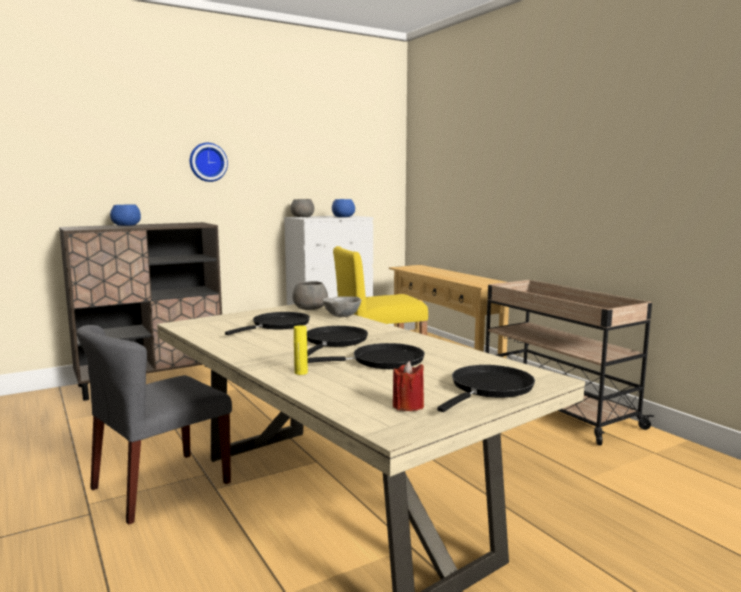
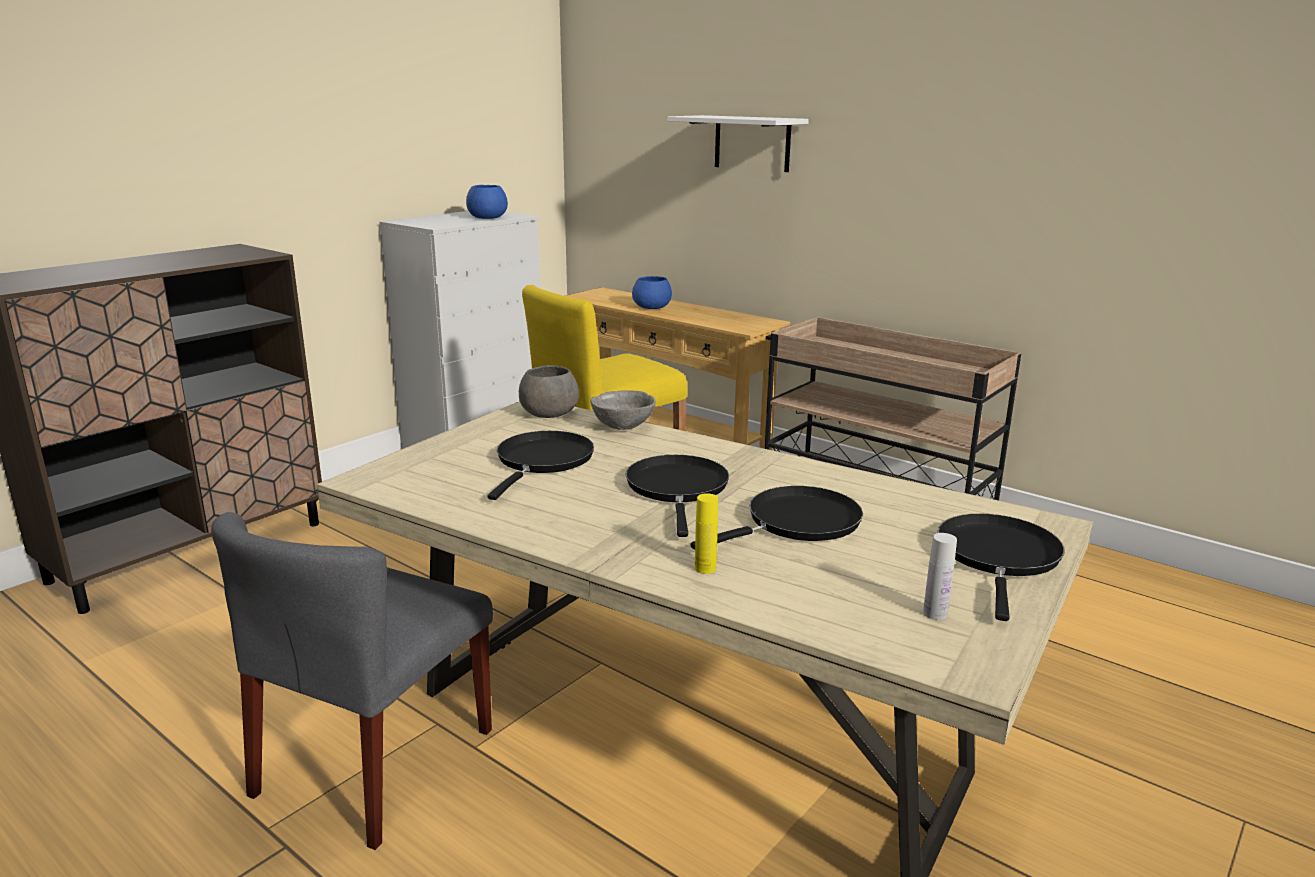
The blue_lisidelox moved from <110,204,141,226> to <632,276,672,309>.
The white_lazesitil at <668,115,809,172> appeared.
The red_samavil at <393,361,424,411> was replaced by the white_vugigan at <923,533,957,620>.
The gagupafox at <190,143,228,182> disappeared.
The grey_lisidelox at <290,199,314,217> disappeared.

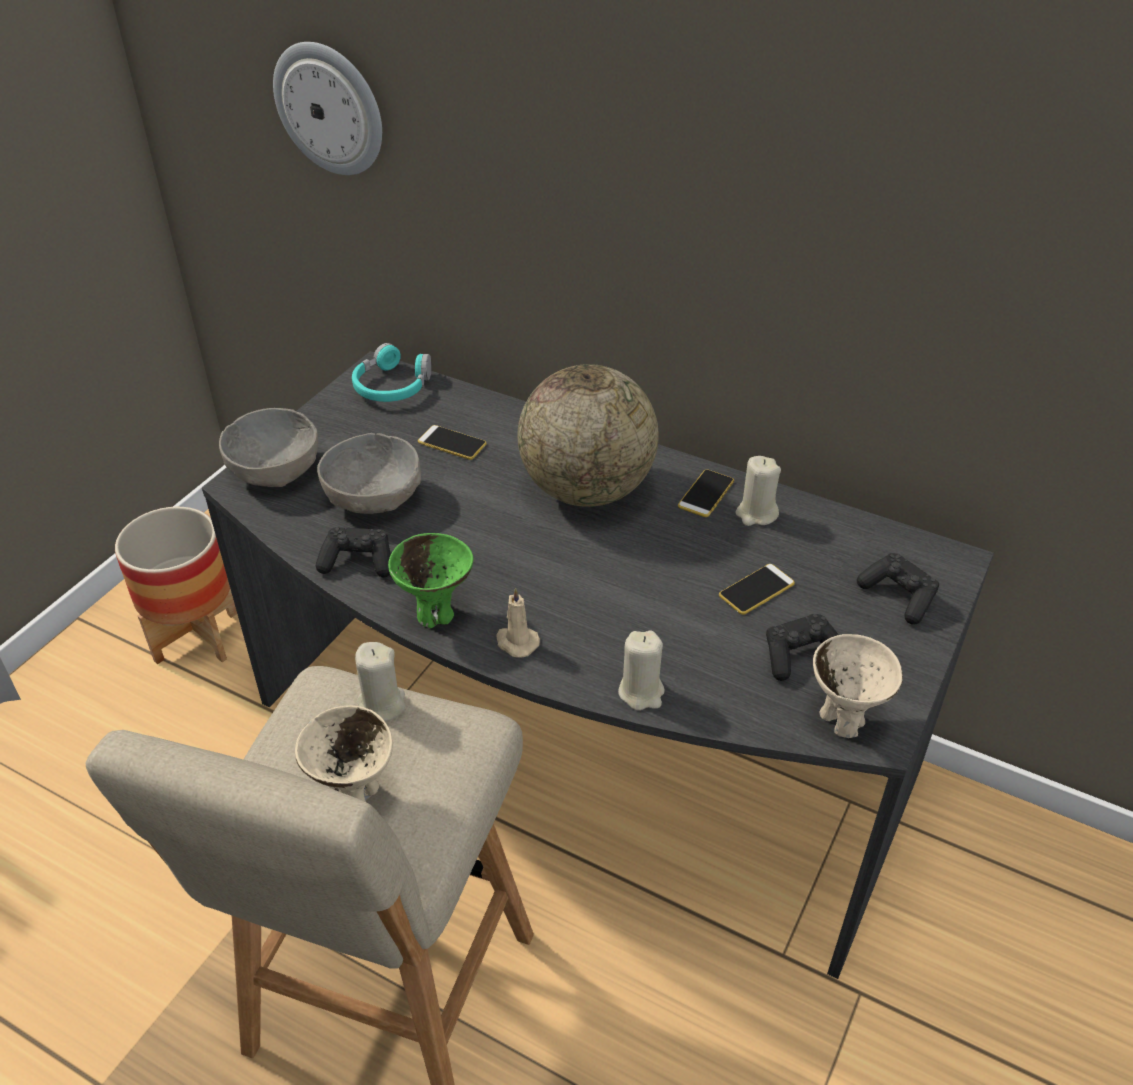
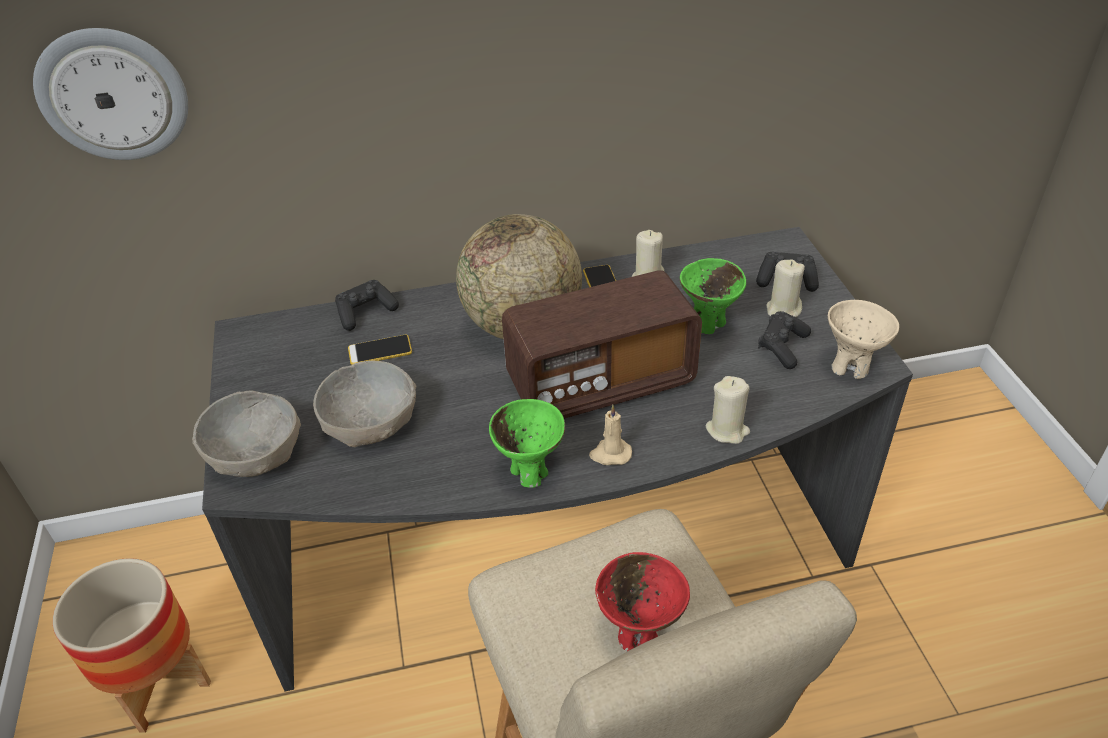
The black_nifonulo moved from <316,527,391,577> to <335,280,399,331>.
The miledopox at <502,270,702,419> appeared.
The beige_lisidelox at <295,705,393,802> became the red_lisidelox at <595,552,690,651>.
The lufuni at <719,564,795,615> was replaced by the green_lisidelox at <680,258,746,334>.
The beige_samavil moved from <355,642,405,721> to <766,259,805,317>.
The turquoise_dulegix at <352,343,432,402> disappeared.

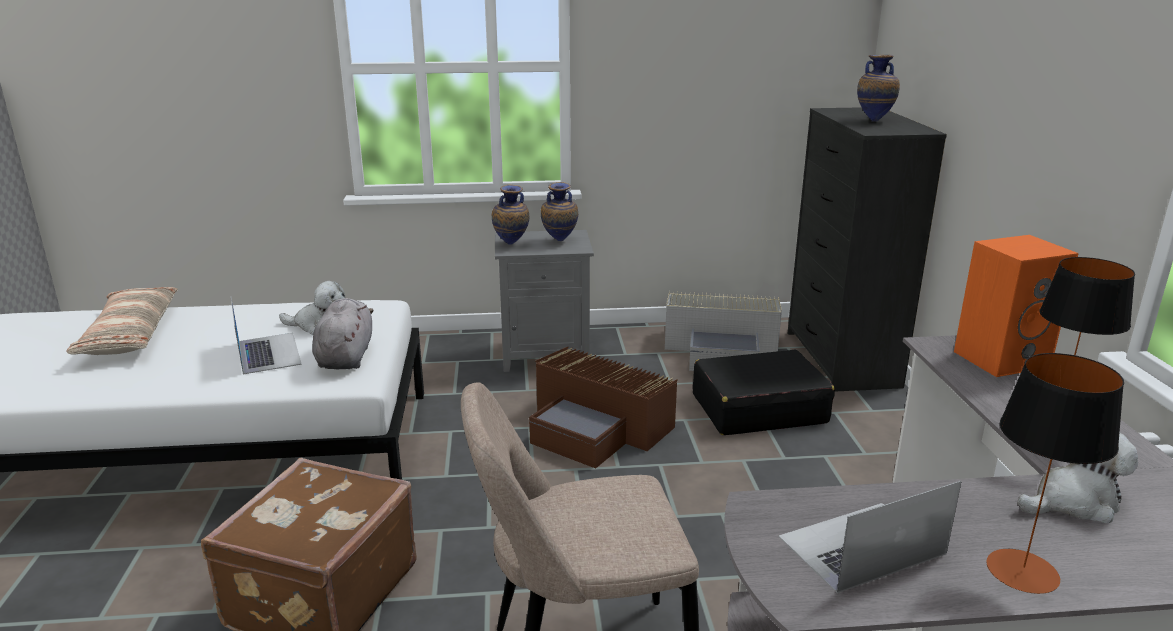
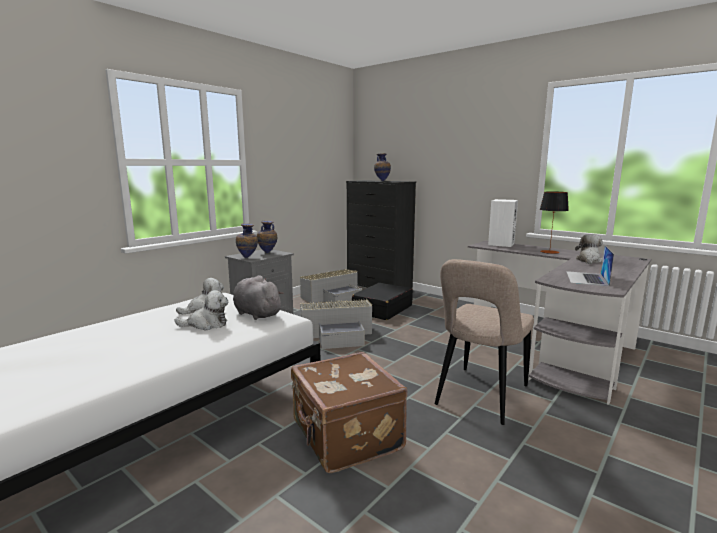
The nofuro at <231,297,302,374> was replaced by the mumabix at <175,290,228,331>.
The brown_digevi at <529,347,678,468> became the grey_digevi at <300,299,372,349>.
The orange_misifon at <954,235,1079,377> became the white_misifon at <488,199,518,247>.
The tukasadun at <66,287,178,355> disappeared.
The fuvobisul at <986,353,1124,594> disappeared.

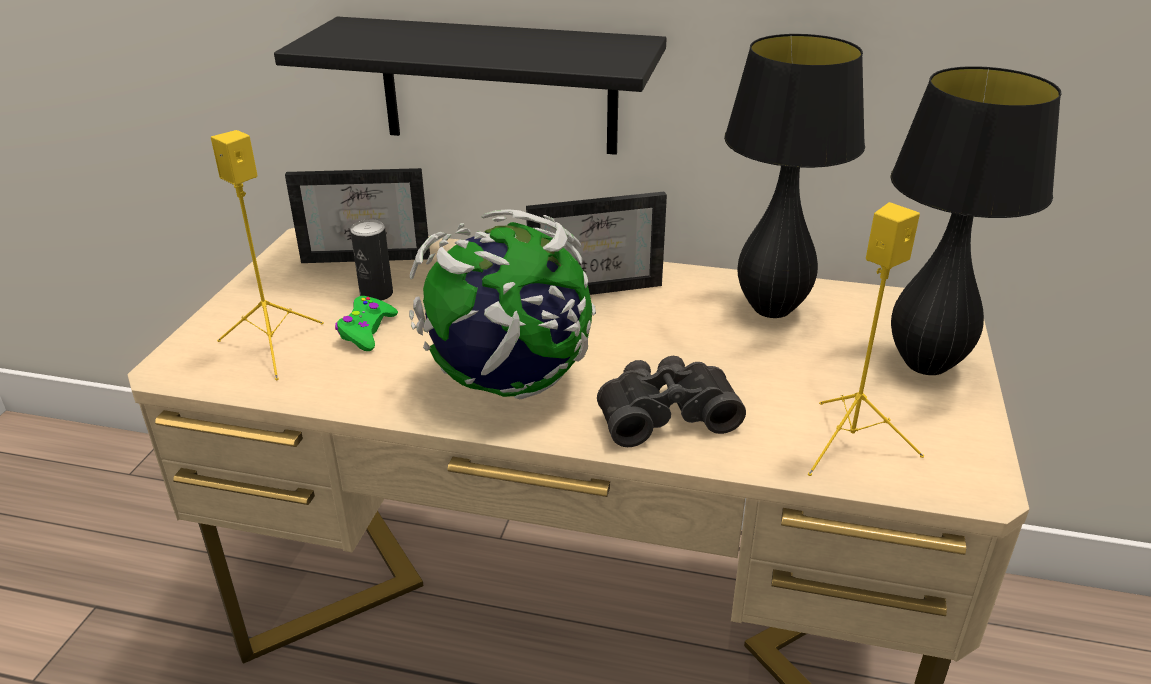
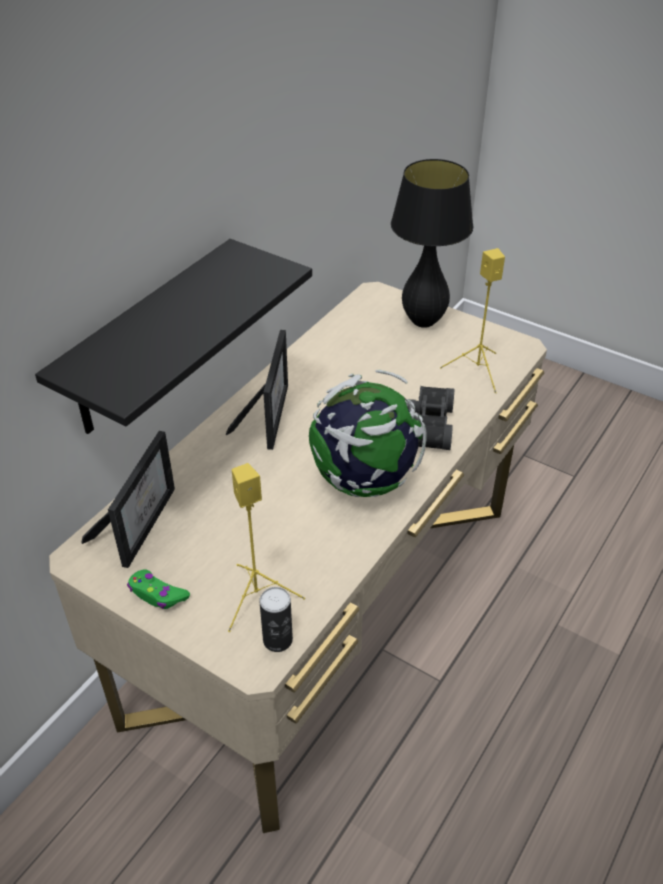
The green_nifonulo moved from <335,296,398,351> to <127,569,190,609>.
The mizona moved from <350,219,393,301> to <259,587,293,652>.
The black_fuvobisul at <724,34,865,318> disappeared.

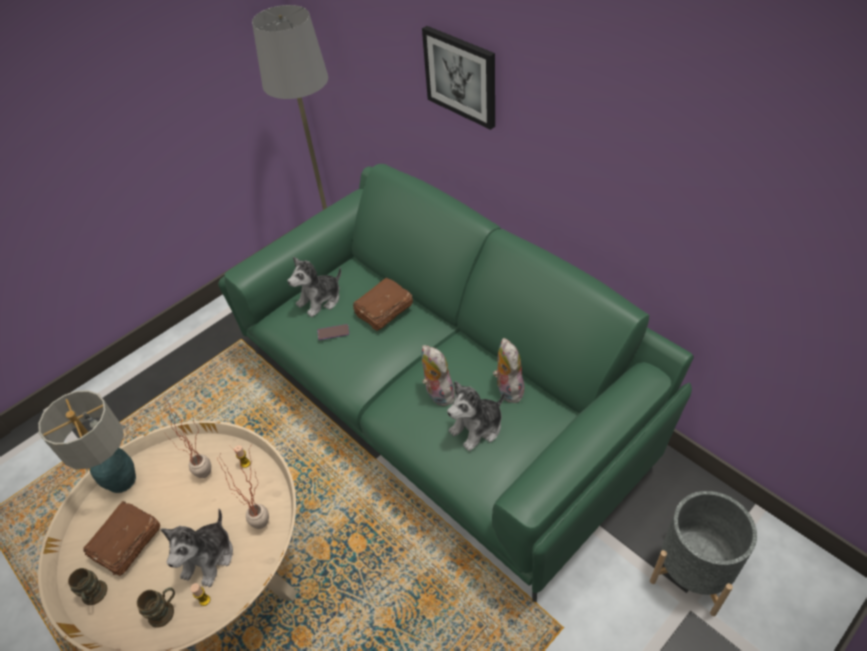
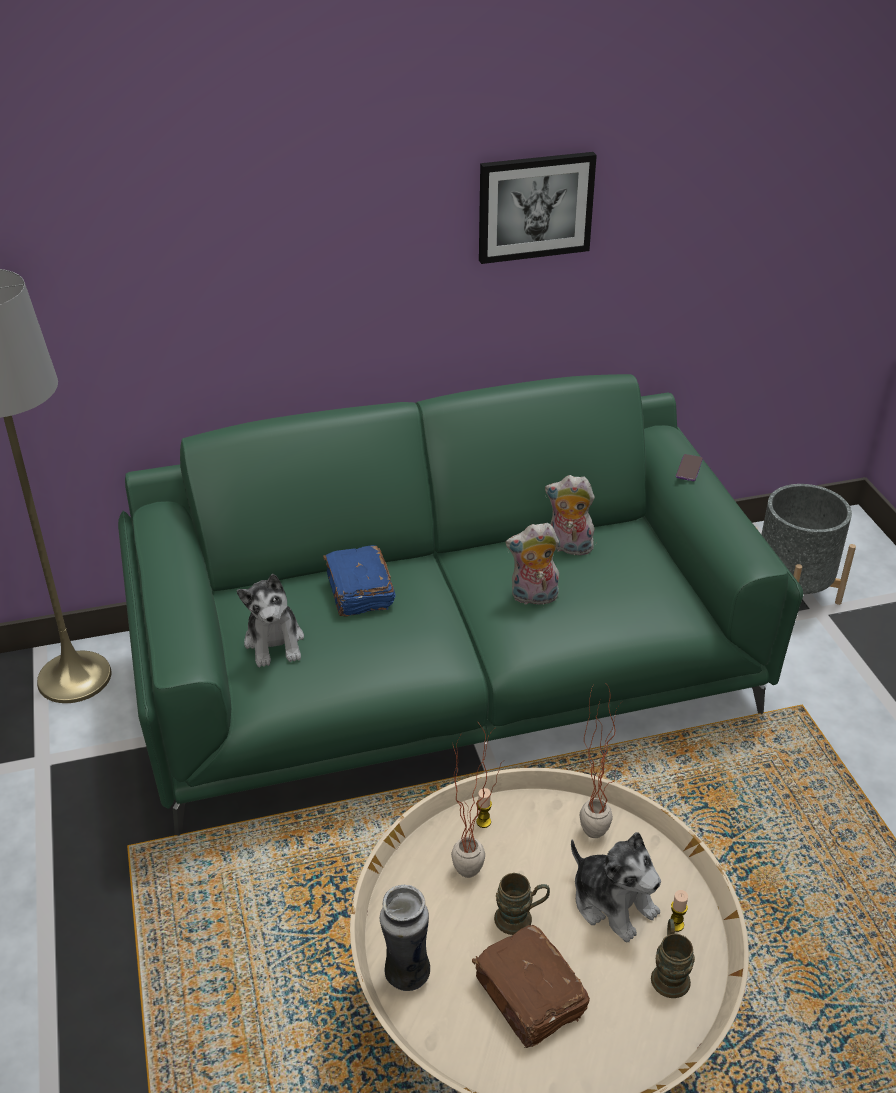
The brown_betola at <353,277,413,331> became the blue_betola at <323,545,396,617>.
The fuvobisul at <38,390,136,493> was replaced by the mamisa at <380,885,430,991>.
The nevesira moved from <422,26,495,130> to <479,152,597,264>.
The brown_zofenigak moved from <68,568,107,605> to <494,873,550,935>.
The lufuni moved from <317,324,349,340> to <676,454,703,481>.
The mumabix at <447,381,505,451> disappeared.

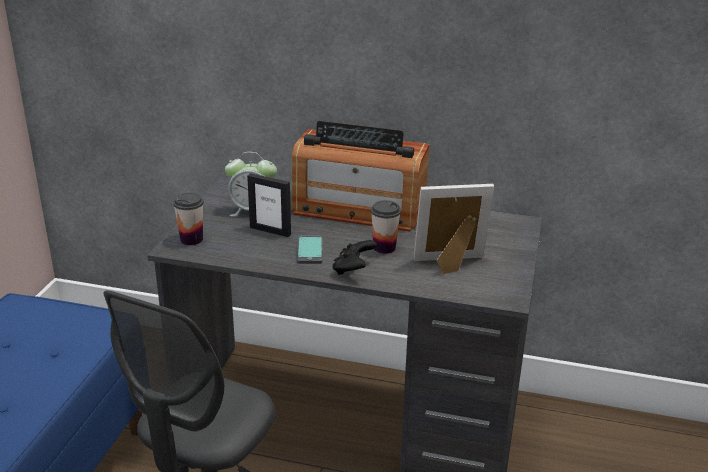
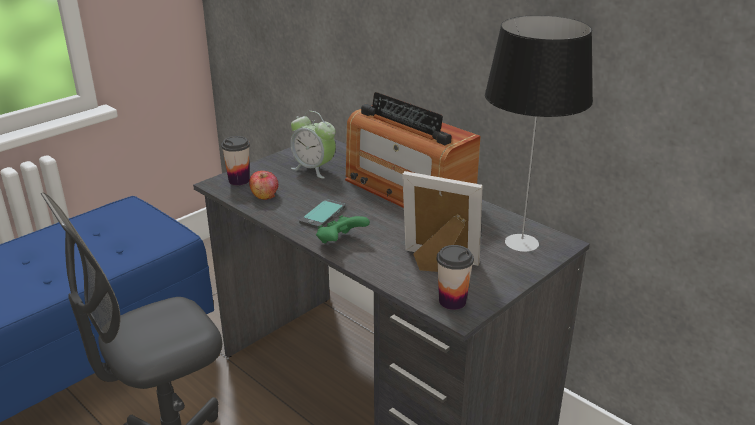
The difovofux at <249,171,278,200> appeared.
The black_nifonulo at <332,240,377,275> became the green_nifonulo at <316,215,370,244>.
The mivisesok moved from <371,200,401,254> to <436,245,474,310>.
The fuvobisul at <485,15,593,252> appeared.
The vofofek at <247,173,291,237> disappeared.

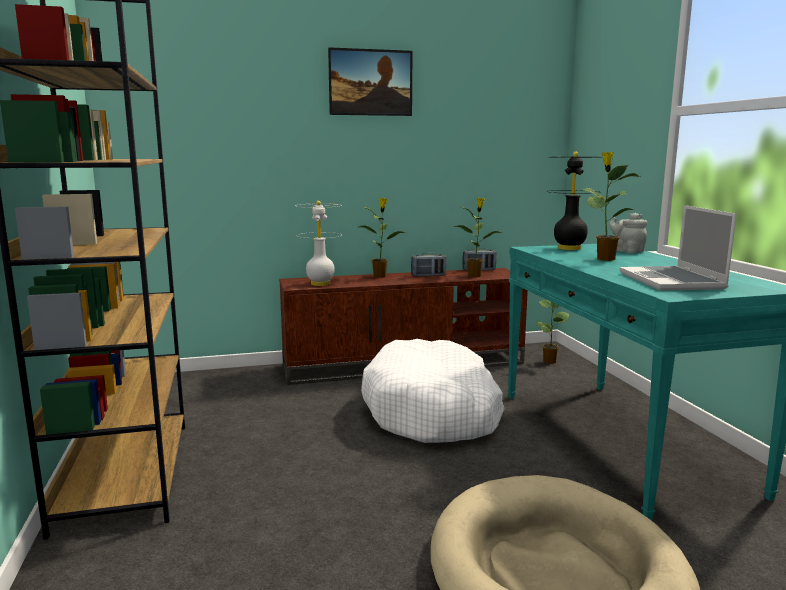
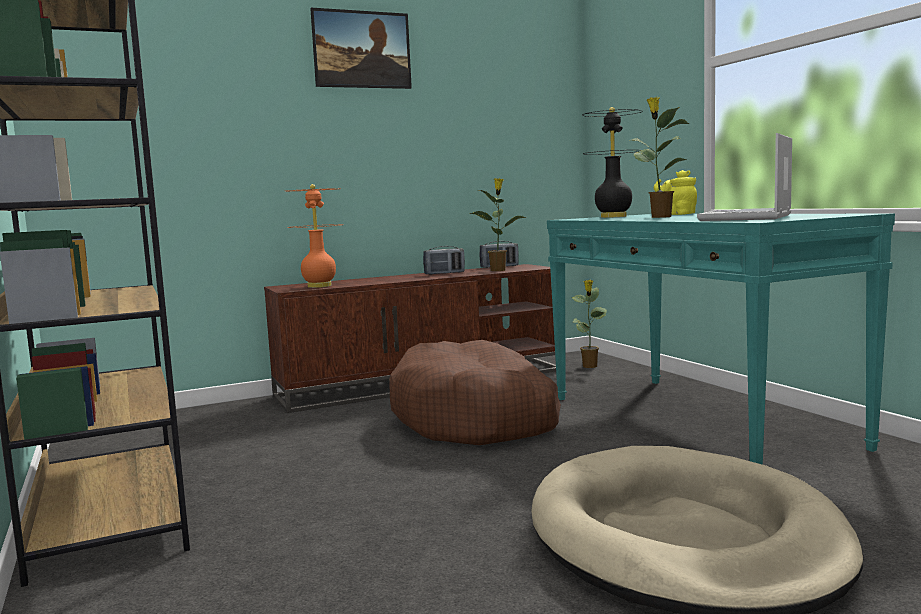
The white_fuvobisul at <296,201,342,286> became the orange_fuvobisul at <287,184,343,288>.
The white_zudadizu at <361,339,505,443> became the brown_zudadizu at <389,340,561,445>.
The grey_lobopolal at <609,213,647,253> became the yellow_lobopolal at <654,170,697,215>.
The nofuro at <619,205,737,290> turned 45 degrees clockwise.
The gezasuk at <359,198,407,278> disappeared.

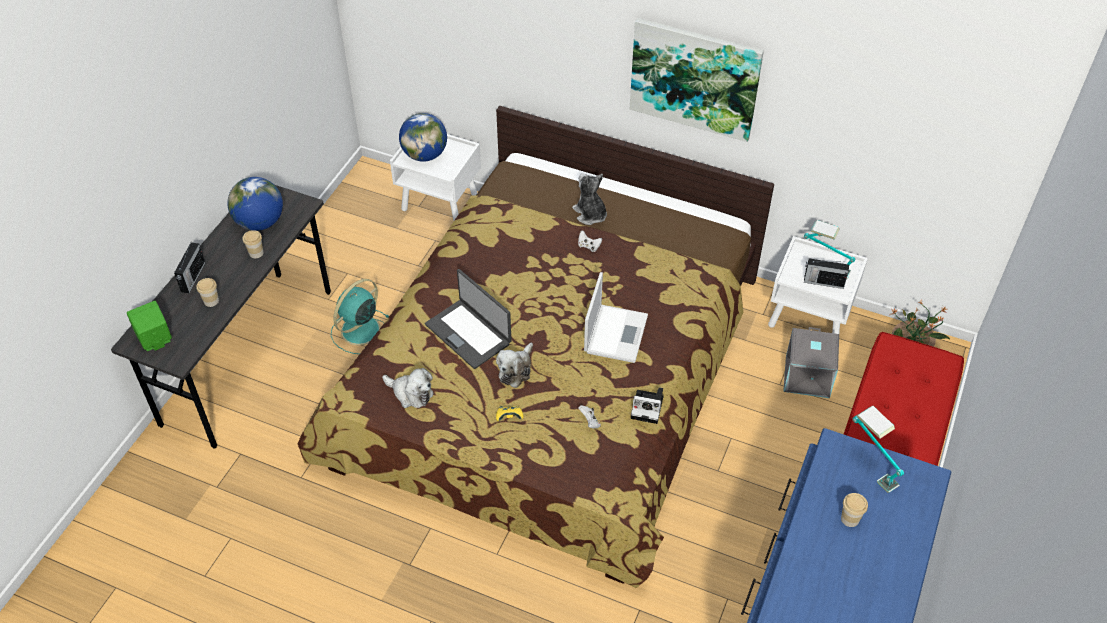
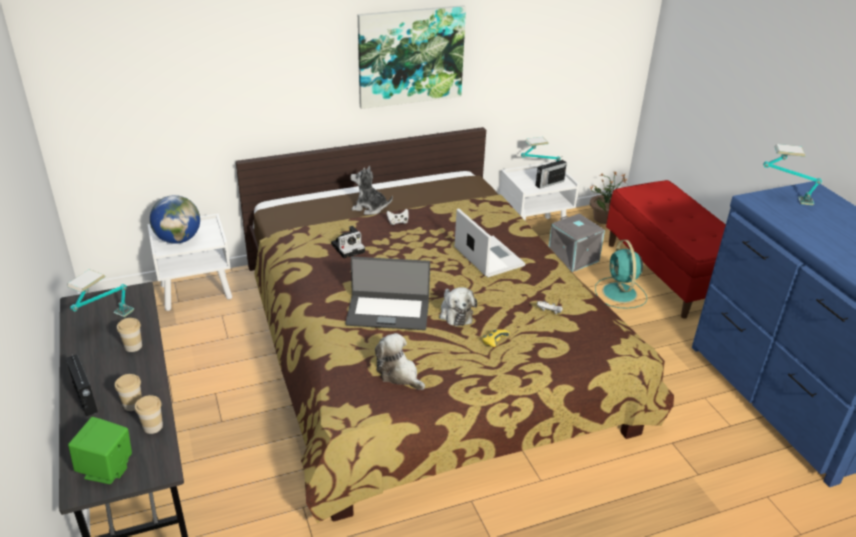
The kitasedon at <227,177,283,231> was replaced by the fuvobisul at <67,269,134,317>.
The mivisesok moved from <841,493,868,527> to <135,395,163,434>.
The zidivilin moved from <631,387,664,424> to <331,226,365,258>.
The mumabix at <382,368,434,408> turned 120 degrees counterclockwise.
The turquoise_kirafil moved from <331,279,389,354> to <595,240,647,309>.

